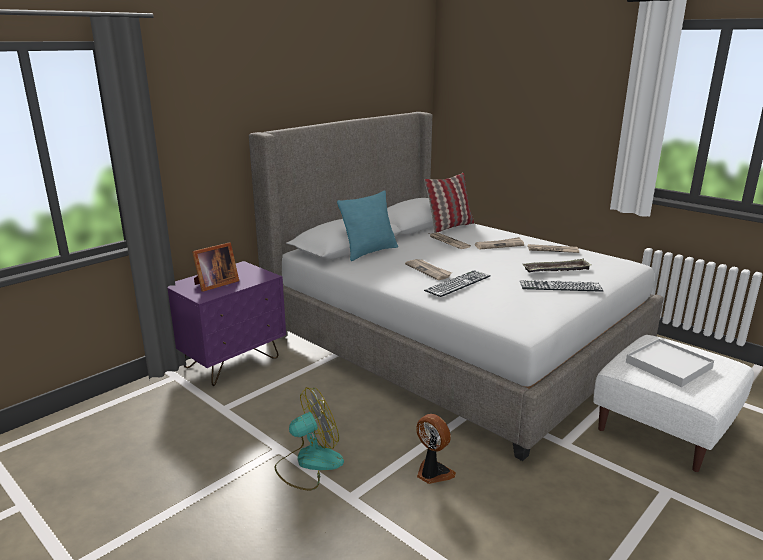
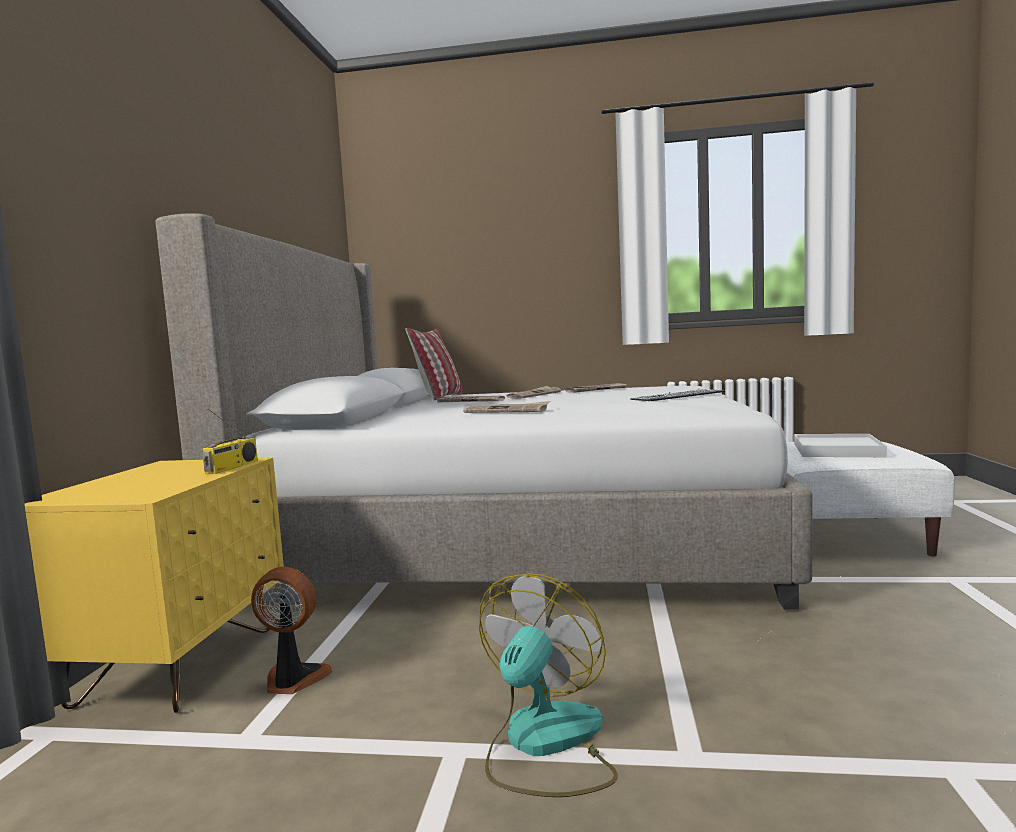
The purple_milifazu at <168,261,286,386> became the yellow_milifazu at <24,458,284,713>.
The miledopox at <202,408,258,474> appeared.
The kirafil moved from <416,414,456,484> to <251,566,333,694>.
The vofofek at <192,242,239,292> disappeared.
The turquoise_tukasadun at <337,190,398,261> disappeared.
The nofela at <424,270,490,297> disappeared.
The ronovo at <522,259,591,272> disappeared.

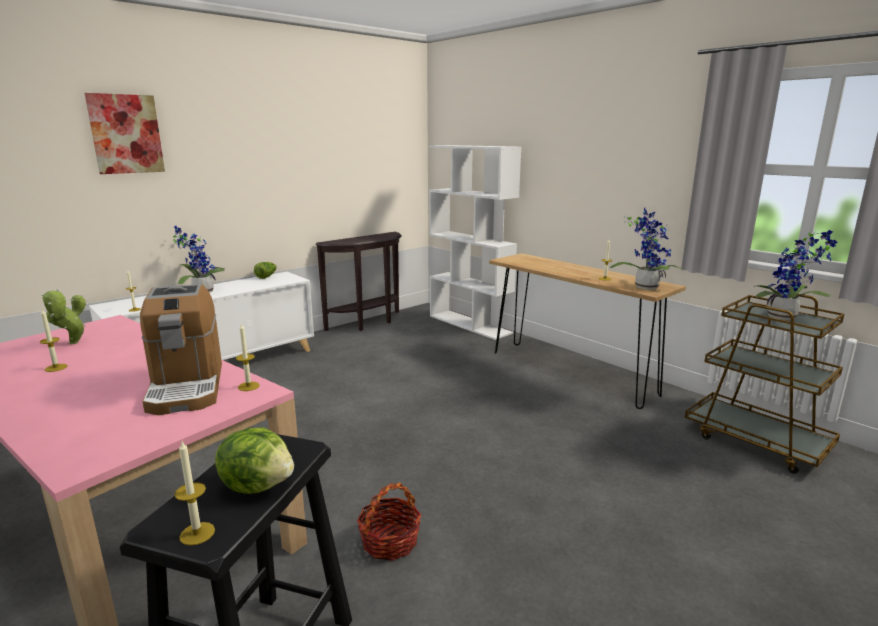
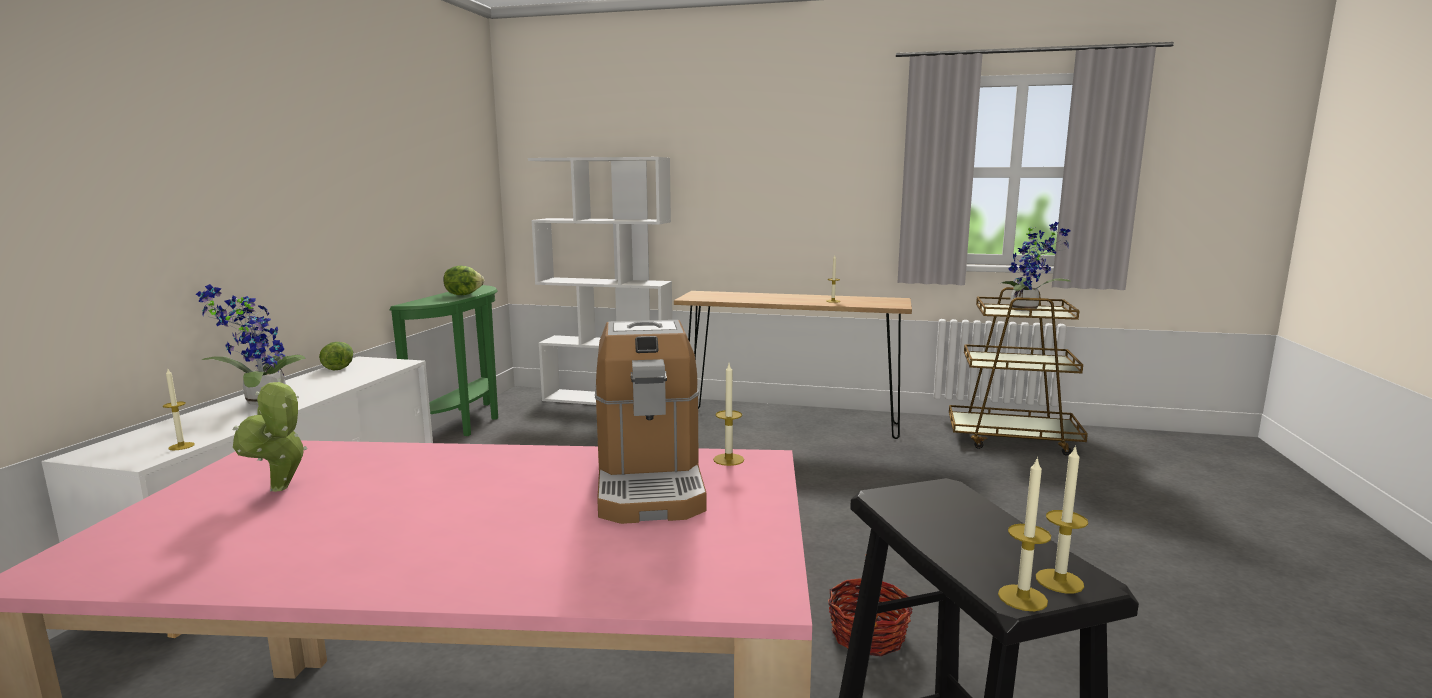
The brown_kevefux at <315,232,402,331> became the green_kevefux at <389,285,498,436>.
The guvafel moved from <215,427,294,494> to <443,265,484,295>.
The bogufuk at <140,284,222,415> turned 45 degrees clockwise.
The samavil moved from <40,309,68,372> to <998,457,1051,611>.
The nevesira at <85,93,165,174> disappeared.
The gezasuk at <610,208,683,290> disappeared.

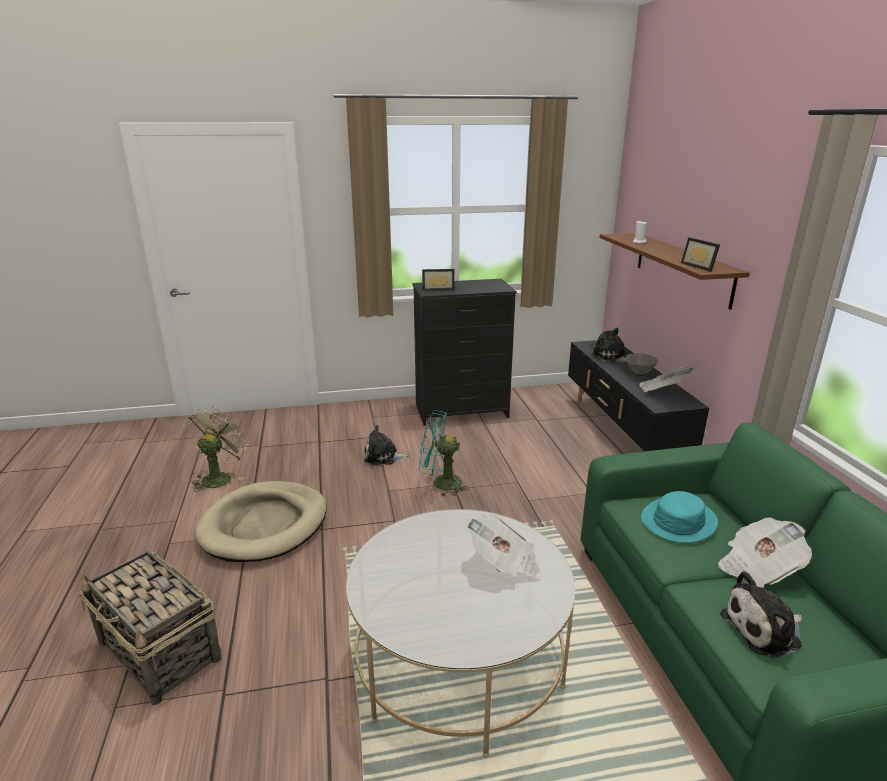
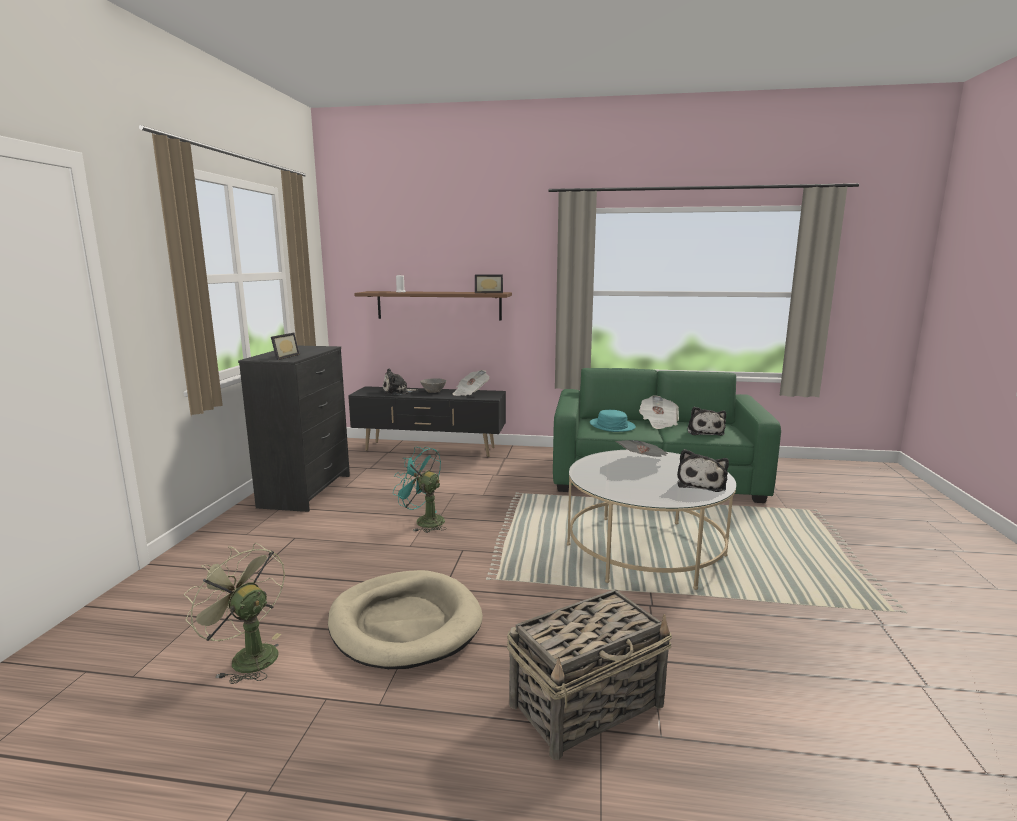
The turquoise_kirafil at <419,410,470,497> turned 90 degrees clockwise.
The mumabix moved from <364,425,410,465> to <677,449,729,492>.

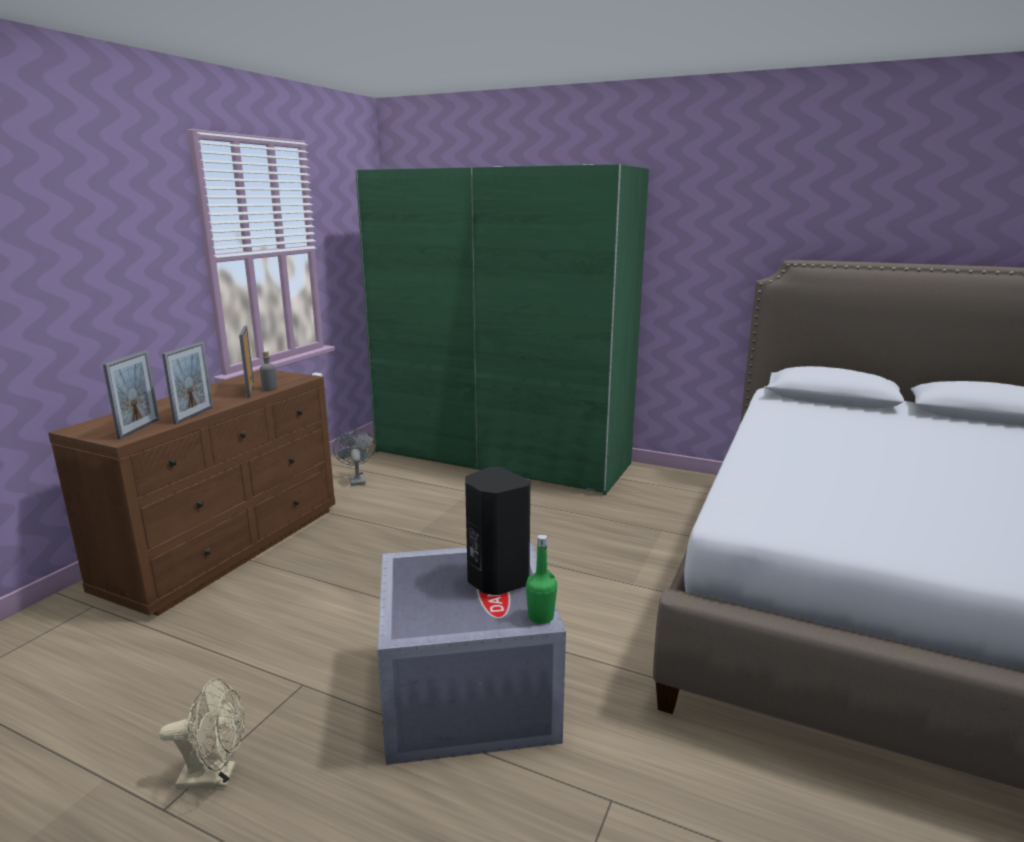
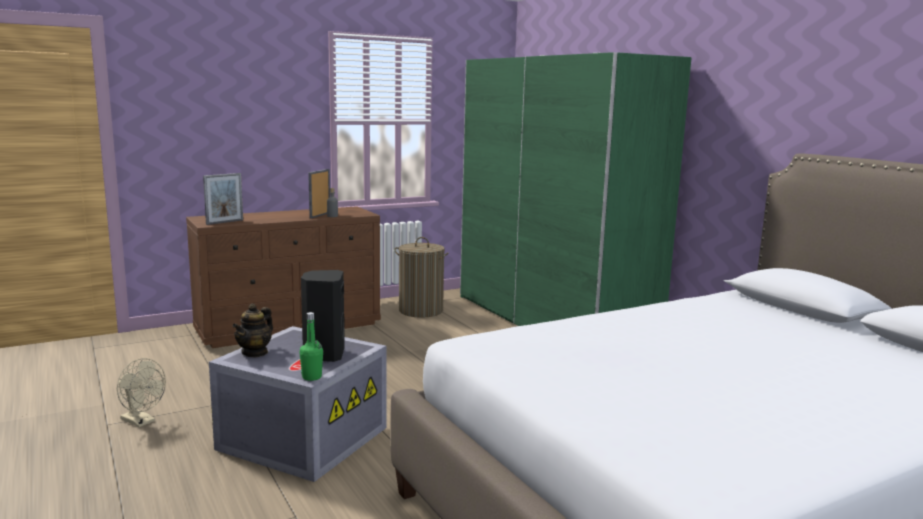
The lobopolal at <232,303,273,357> appeared.
The grey_kirafil at <333,429,375,486> was replaced by the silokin at <394,237,448,317>.
The vofofek at <162,342,213,424> disappeared.

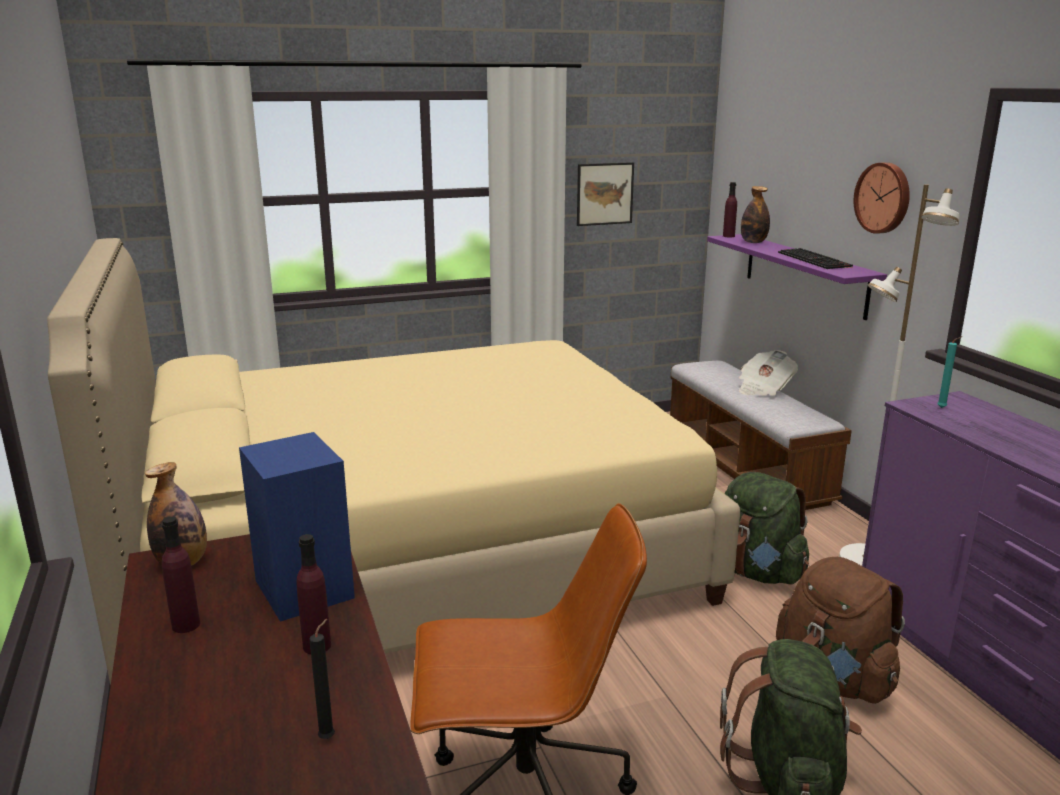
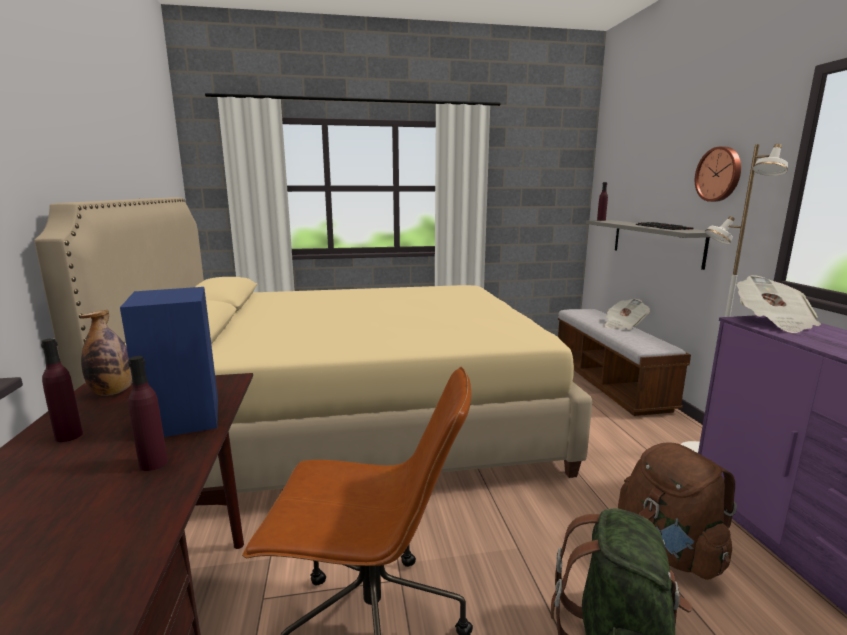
The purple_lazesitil at <707,234,887,320> became the grey_lazesitil at <586,220,710,270>.
The turquoise_samavil at <937,336,963,408> was replaced by the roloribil at <737,275,821,333>.
The black_samavil at <309,619,335,739> disappeared.
The nevesira at <577,162,634,226> disappeared.
The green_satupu at <724,472,809,584> disappeared.
The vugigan at <741,186,770,243> disappeared.

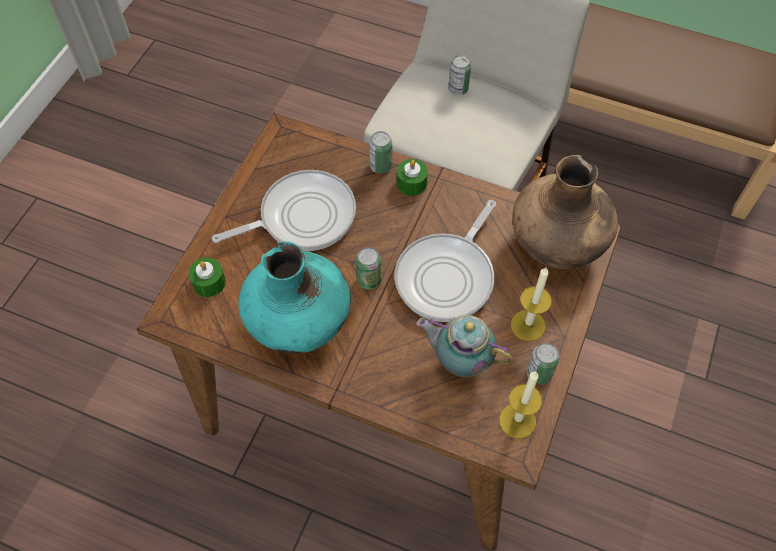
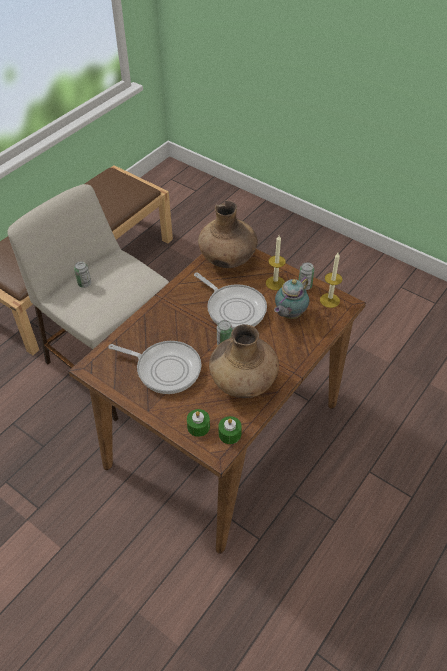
The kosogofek at <212,170,356,251> turned 120 degrees clockwise.
The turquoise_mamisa at <238,241,351,354> became the brown_mamisa at <209,324,279,398>.
The green_samavil moved from <397,159,428,196> to <218,416,242,444>.
The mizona at <369,131,392,174> disappeared.

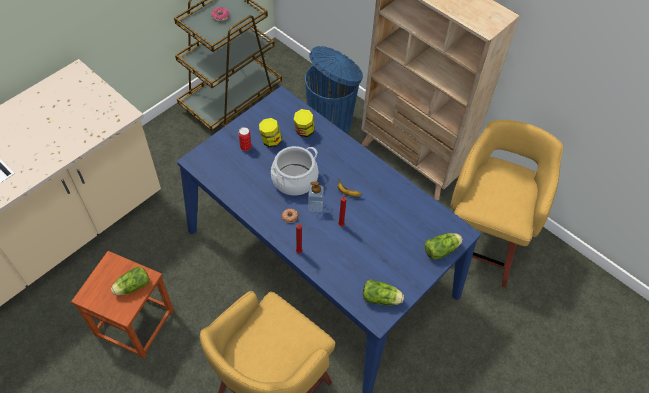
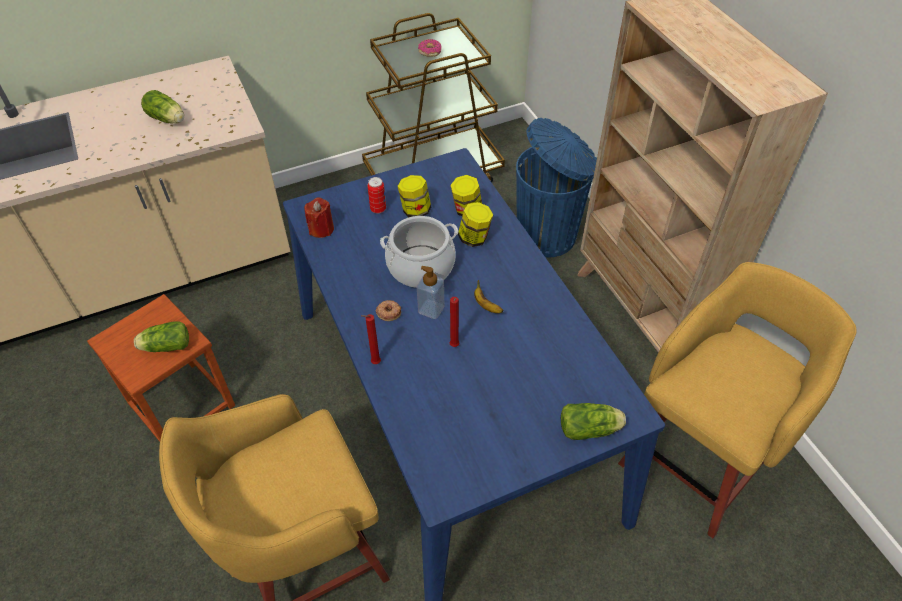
The guvafel moved from <363,280,404,306> to <141,90,184,123>.
The red_samavil at <304,197,334,238> appeared.
The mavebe at <458,202,493,247> appeared.

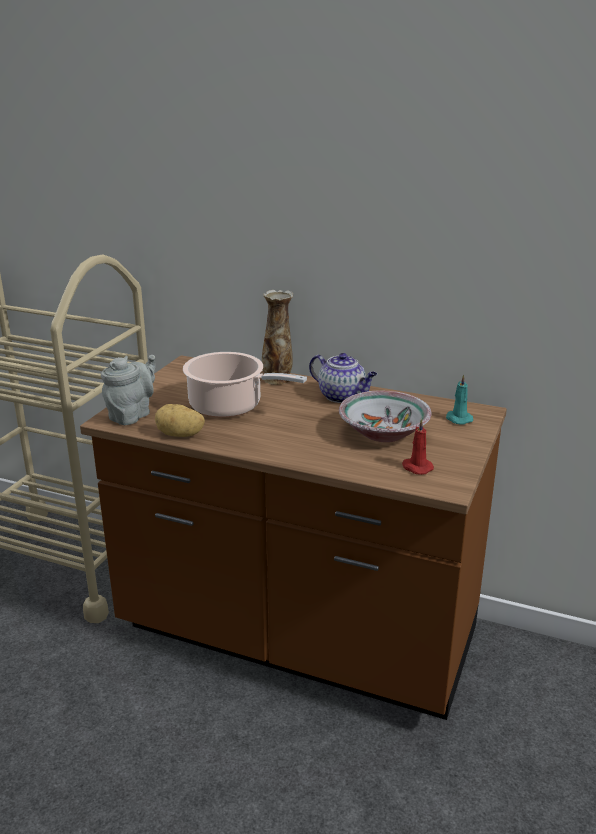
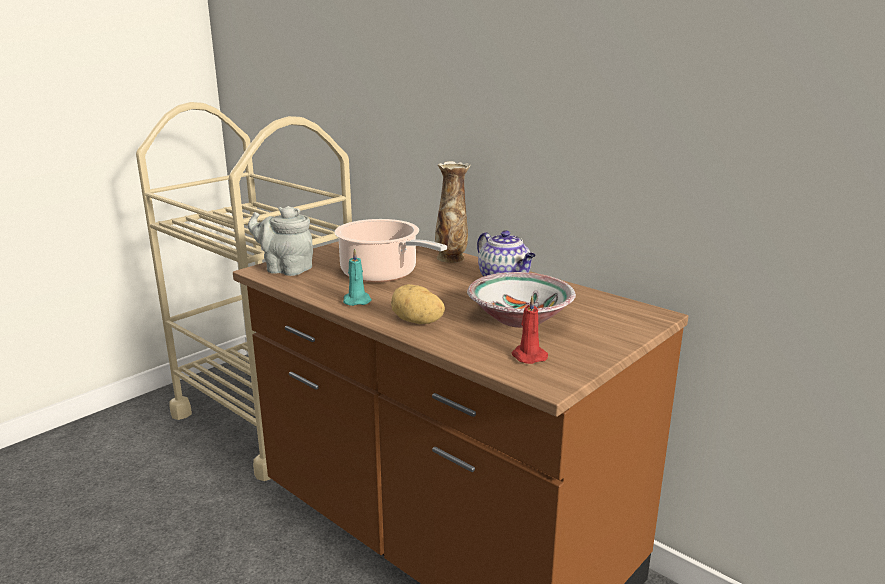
The grey_lobopolal at <101,355,156,425> turned 120 degrees counterclockwise.
The turquoise_samavil moved from <446,374,473,425> to <343,248,372,306>.
The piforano moved from <155,404,205,437> to <391,284,445,324>.

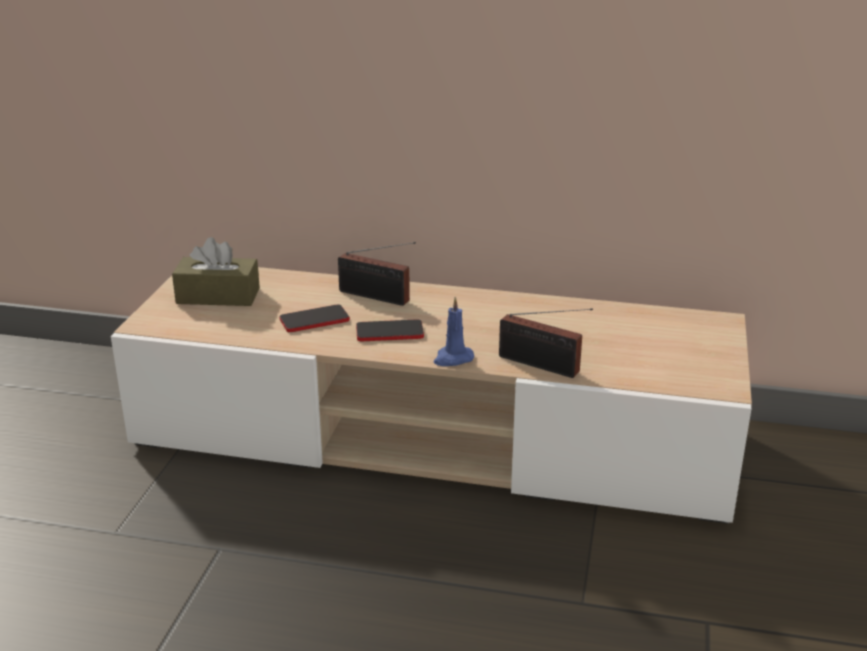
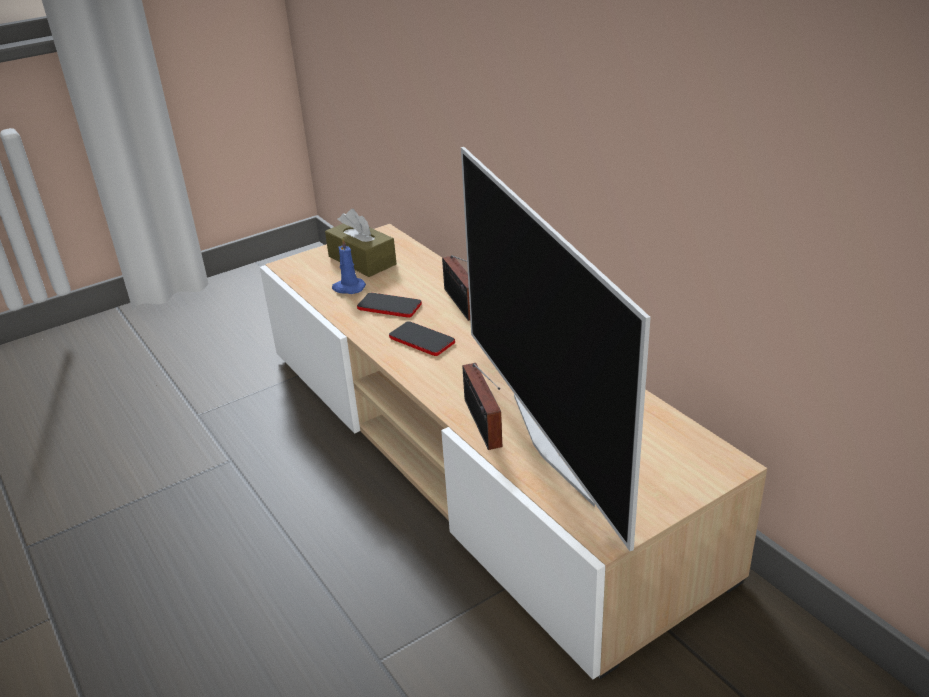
The blue_samavil moved from <433,297,474,366> to <332,237,366,294>.
The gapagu at <461,147,651,551> appeared.

